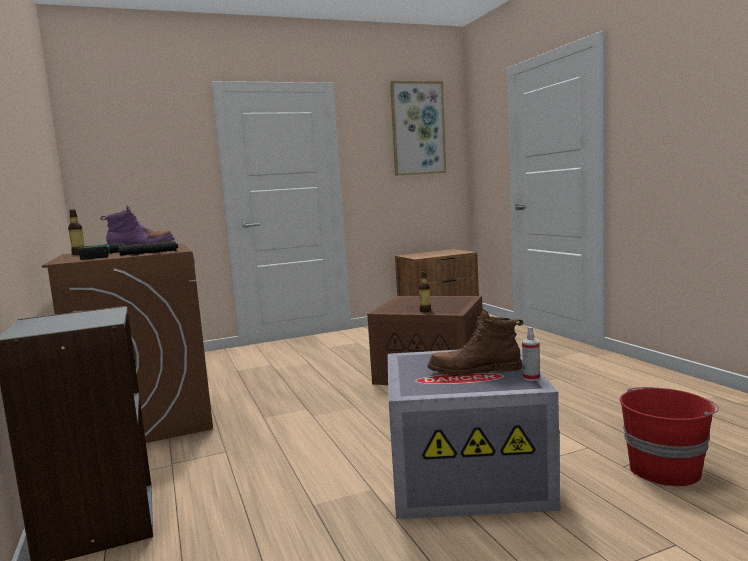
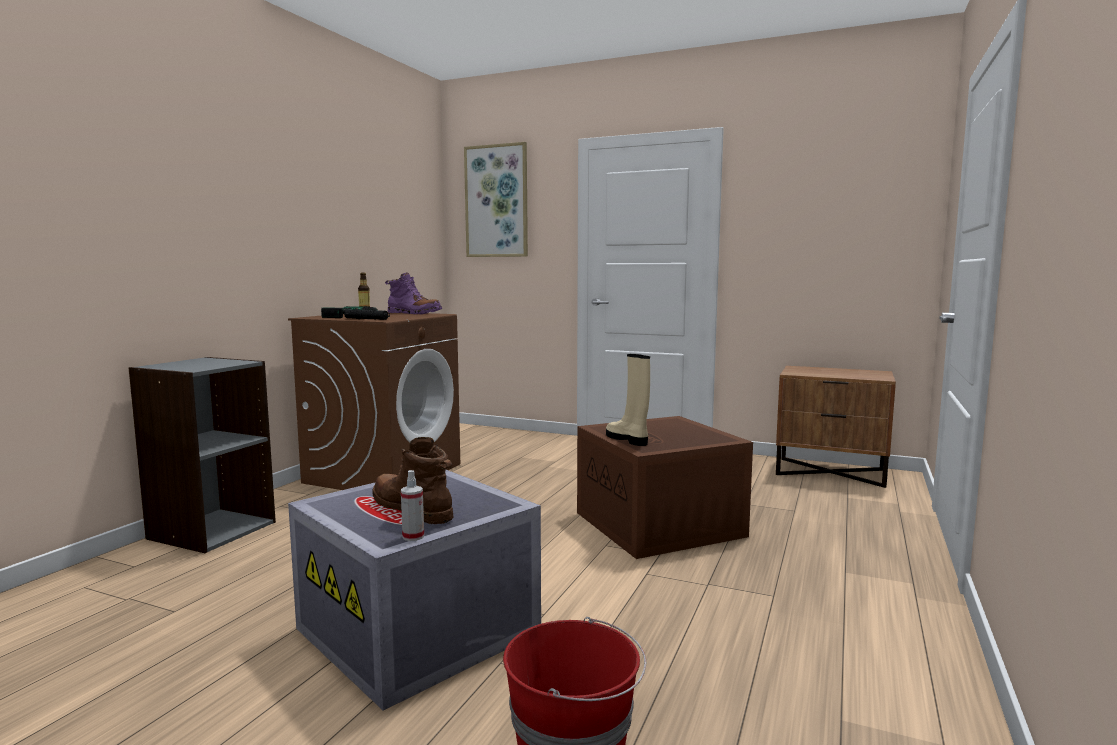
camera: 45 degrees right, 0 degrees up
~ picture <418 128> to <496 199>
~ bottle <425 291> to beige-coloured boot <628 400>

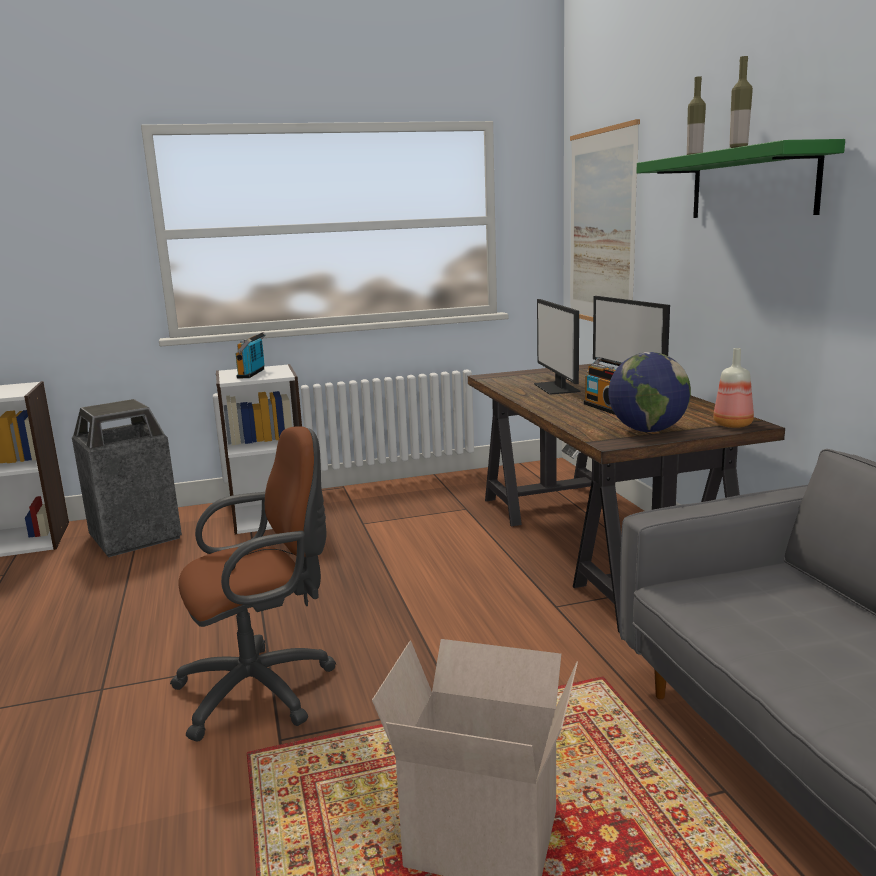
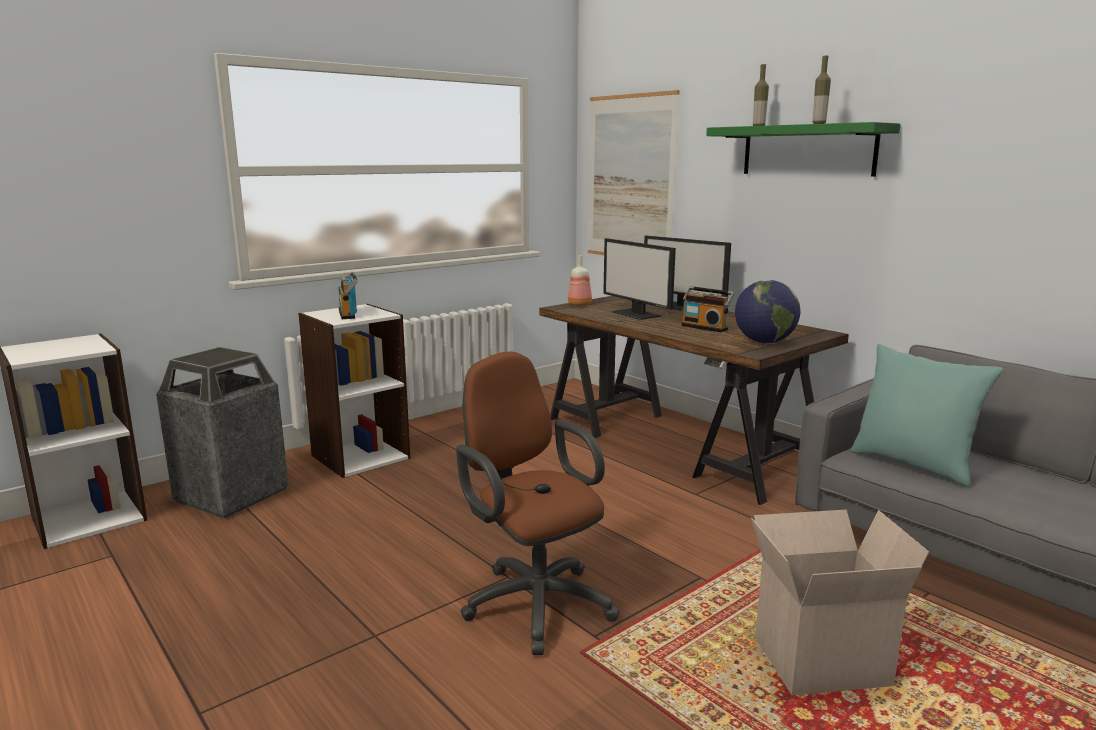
camera: 25 degrees left, 0 degrees up
~ brownish computer chair <253 584> = <538 503> 75 degrees counterclockwise
~ bottle <733 388> to <580 280>
+ blue-green throw pillow <926 416>

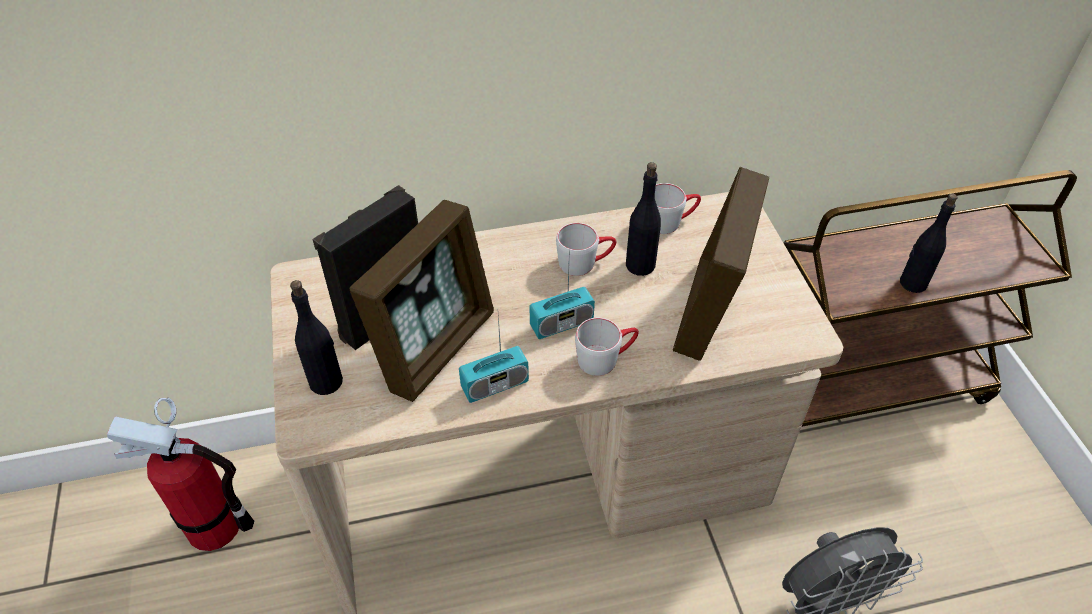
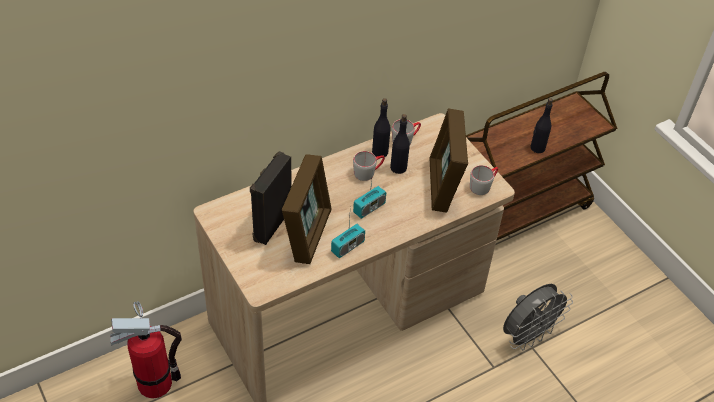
camera: 20 degrees left, 0 degrees up
~ black bottle <316 337> to <381 127>
~ grey mug <607 347> to <484 180>

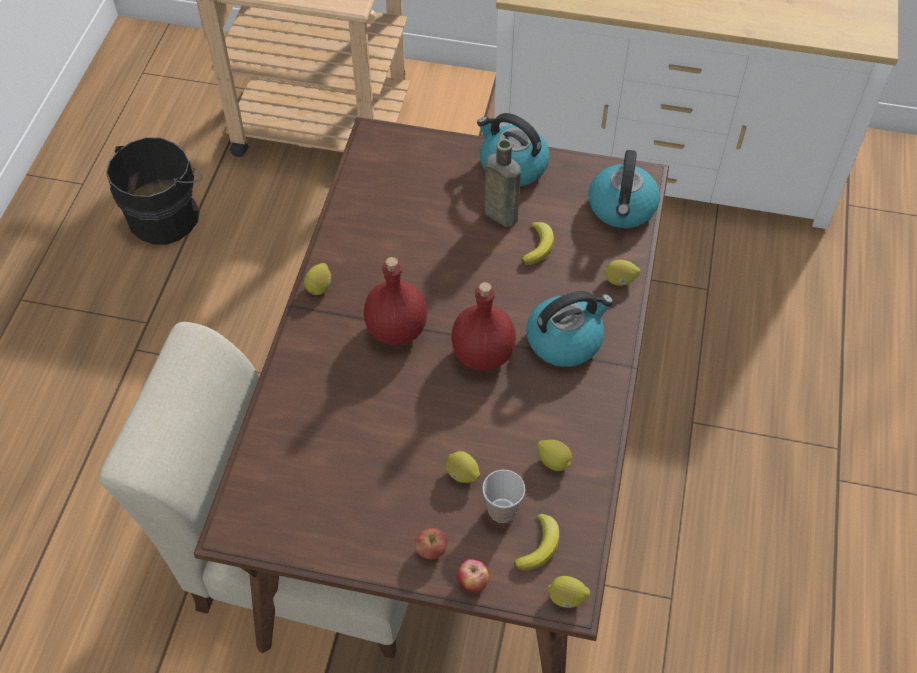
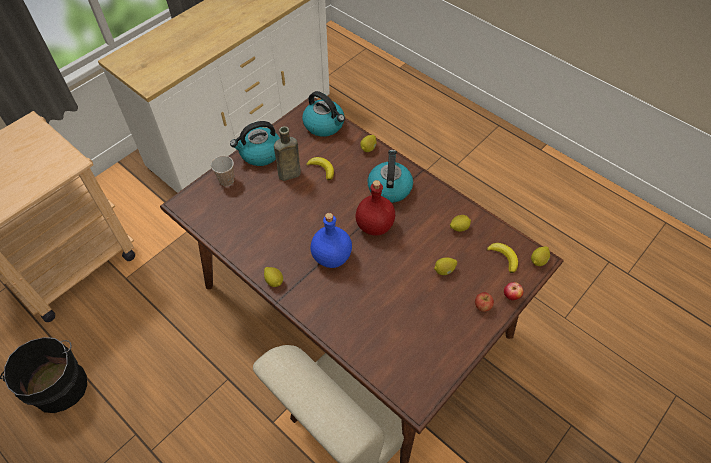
camera: 60 degrees left, 0 degrees up
~ small cup <503 496> to <222 171>
~ red bottle <395 301> to blue-coloured bottle <331 240>

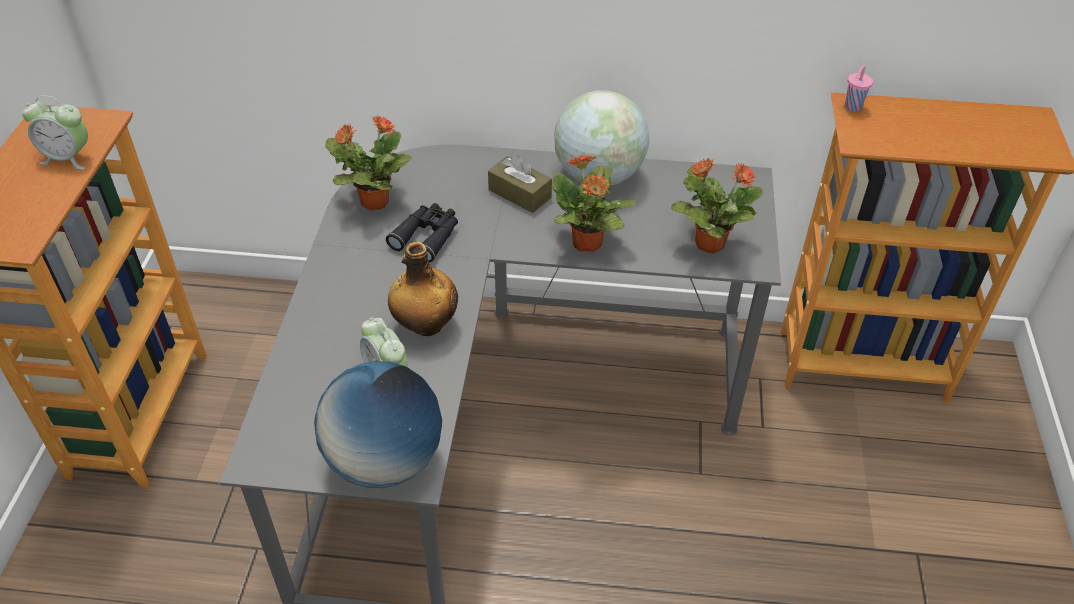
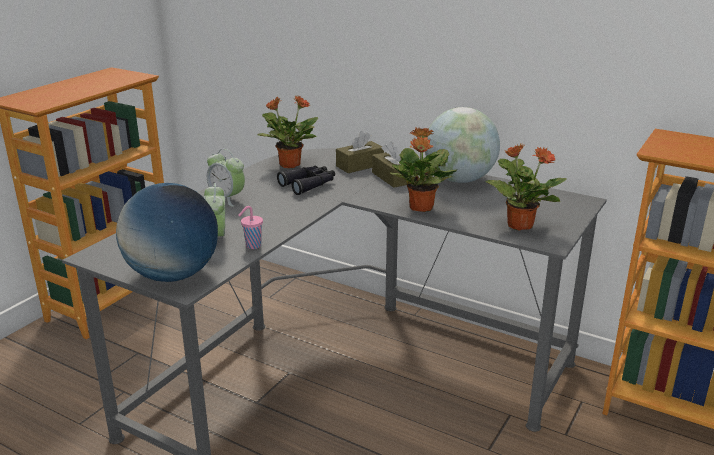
camera: 25 degrees right, 20 degrees down
~ alarm clock <55 132> to <226 178>
~ pink-coloured small cup <859 88> to <251 227>
+ brownish tissue holder <360 152>
- bottle <423 289>

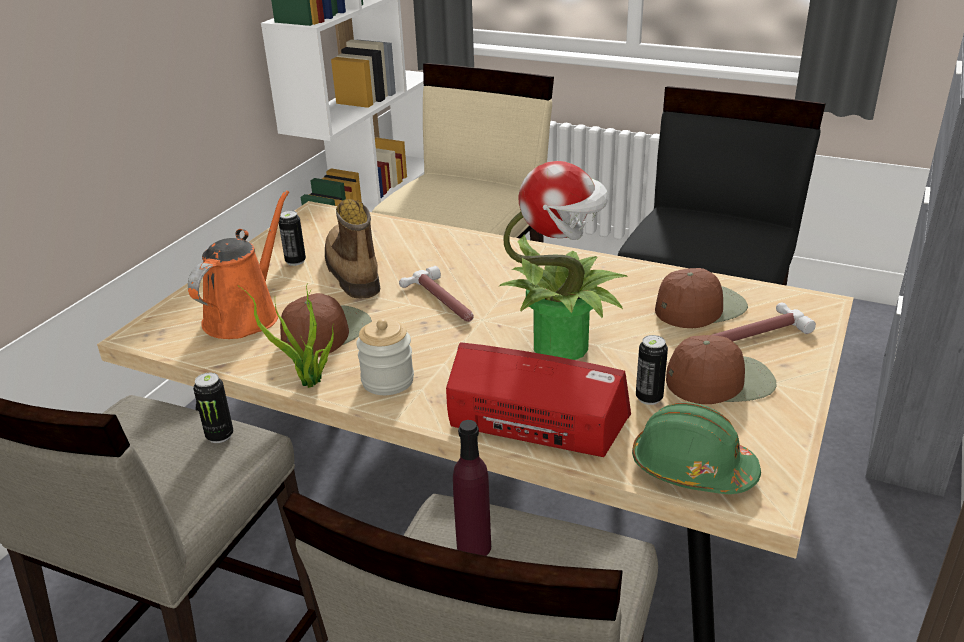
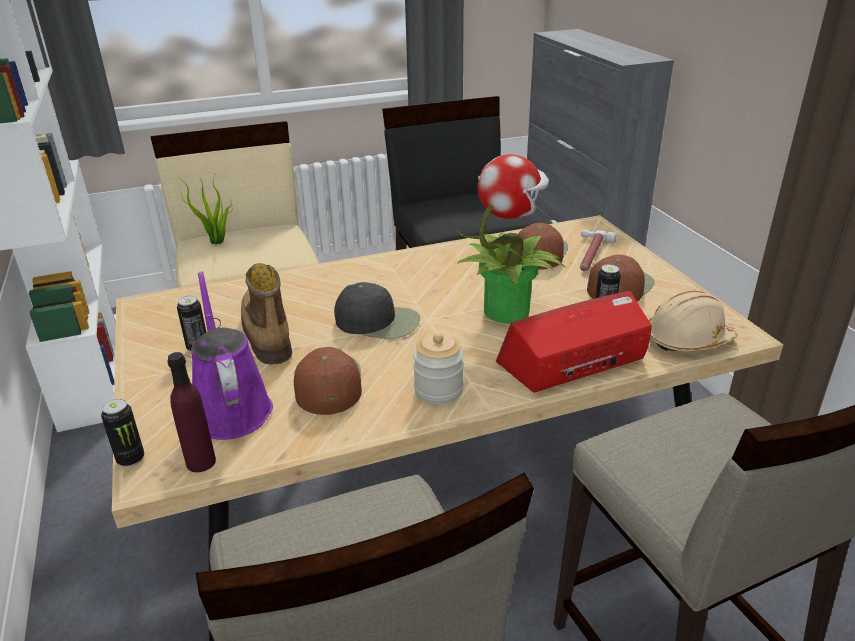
camera: 45 degrees left, 0 degrees up
~ metal can <213 408> to <122 433>
~ purplish bottle <472 488> to <191 412>
~ plant in a pot <286 336> to <205 210>
~ orange watering can <238 264> to purplish watering can <232 356>
~ boot <352 248> = <266 313> 45 degrees clockwise
~ hand hammer <436 294> to black cap <377 310>
~ greenish safety helmet <696 448> to beige-coloured safety helmet <693 320>

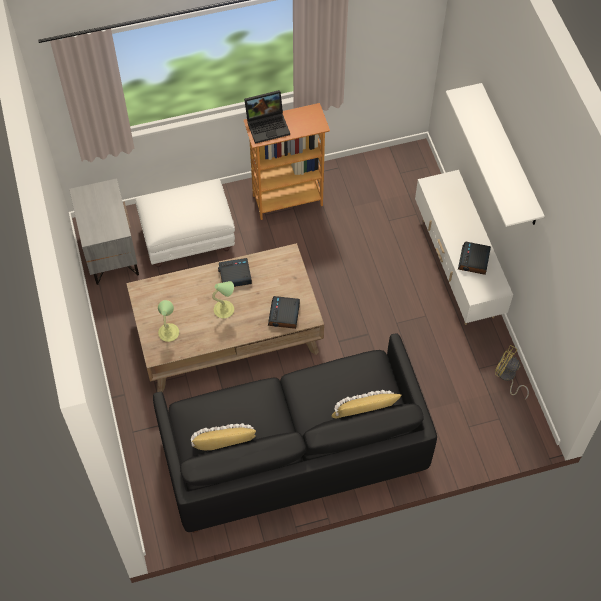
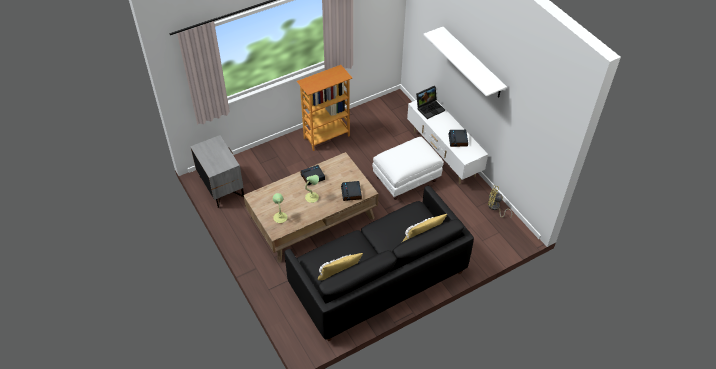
camera: 15 degrees left, 10 degrees down
~ whitish pouffe <185 223> to <408 168>
~ laptop <267 117> to <430 102>

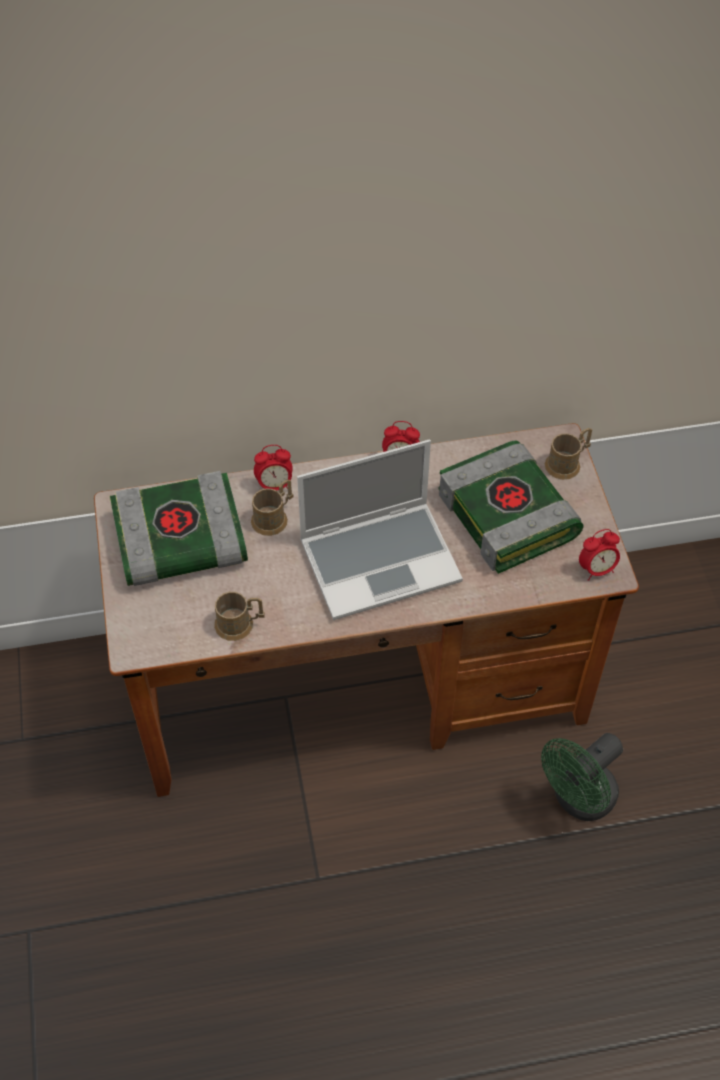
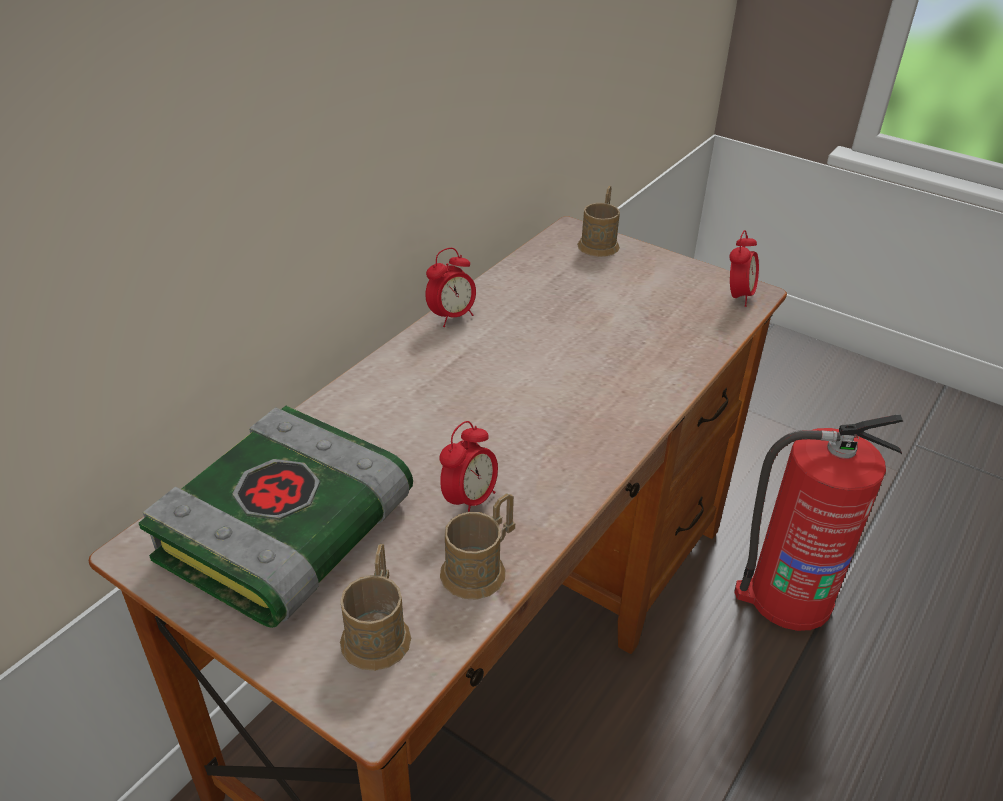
camera: 45 degrees left, 15 degrees down
~ brownish mug <272 508> to <375 607>
~ alarm clock <273 468> to <468 466>
~ greenish fan <582 777> to fire extinguisher <818 522>
- laptop <380 530>
- book <511 507>

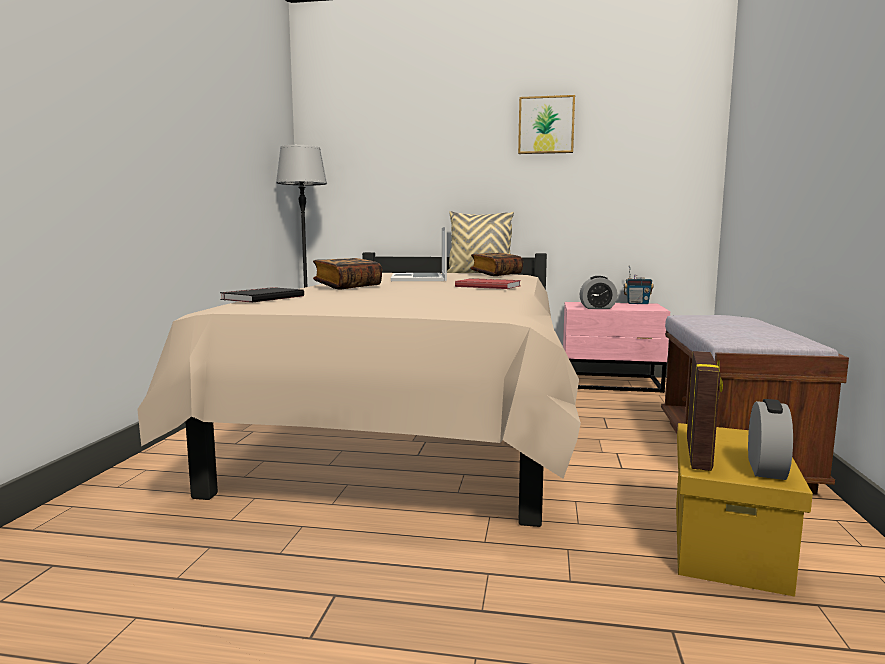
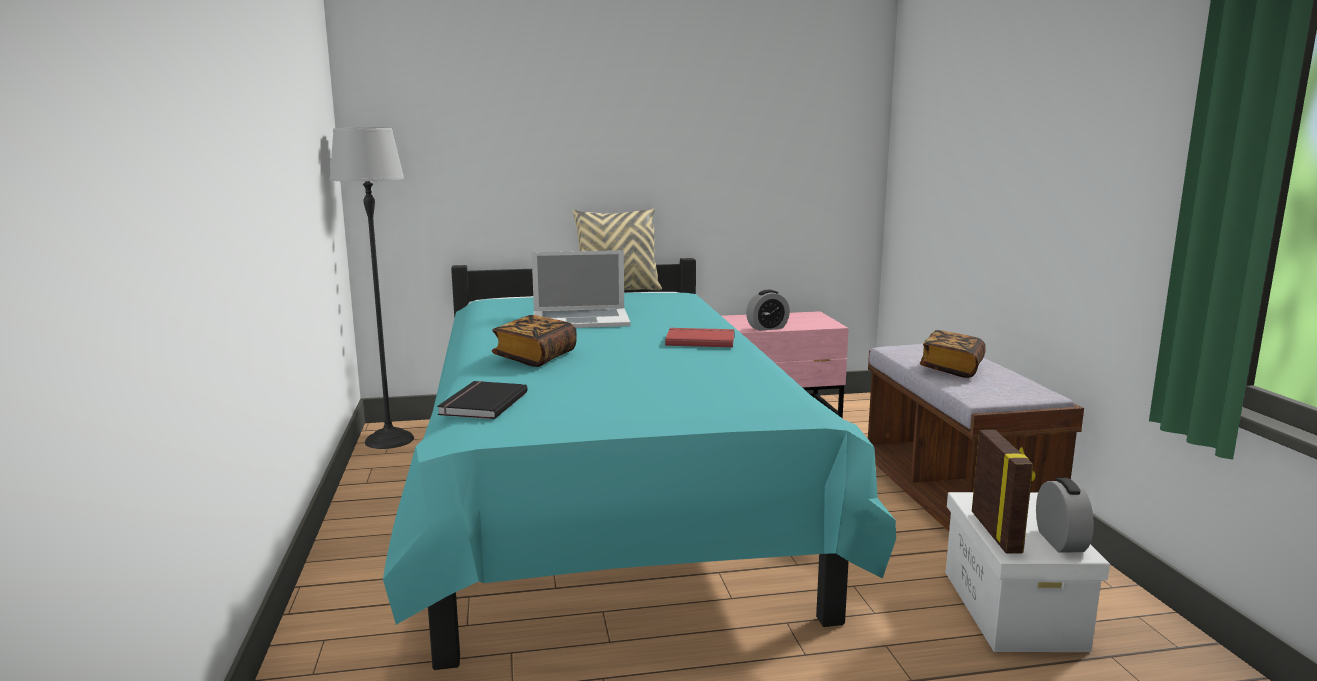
camera: 20 degrees left, 5 degrees up
~ beige-coloured sleeping bed <359 389> to blue-green sleeping bed <639 464>
~ laptop <419 254> = <581 289> 75 degrees counterclockwise
~ book <496 264> to <952 354>
~ yellowish storage bin <744 510> to whitish storage bin <1028 572>
- picture <546 124>
- radio set <639 284>

